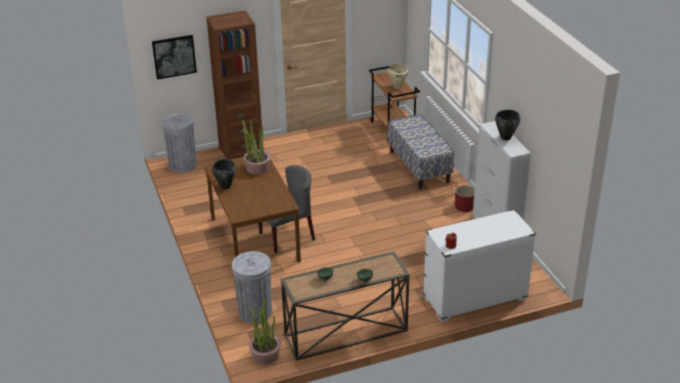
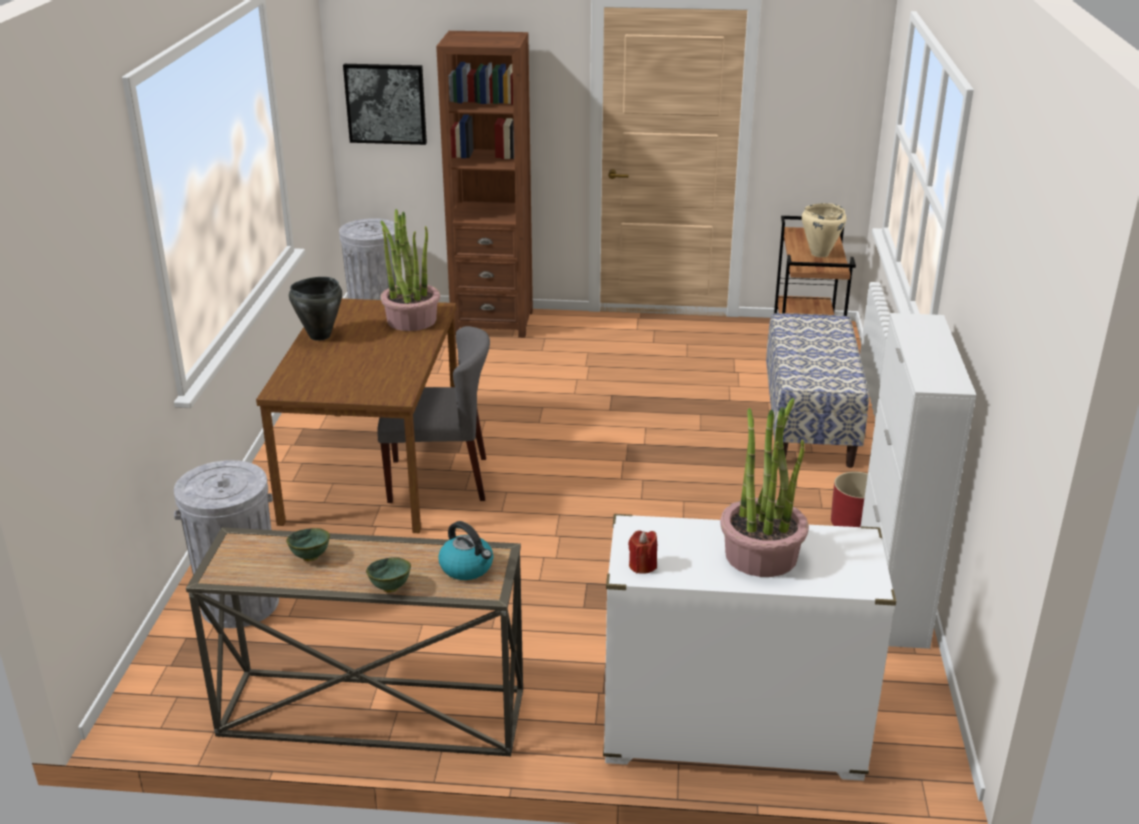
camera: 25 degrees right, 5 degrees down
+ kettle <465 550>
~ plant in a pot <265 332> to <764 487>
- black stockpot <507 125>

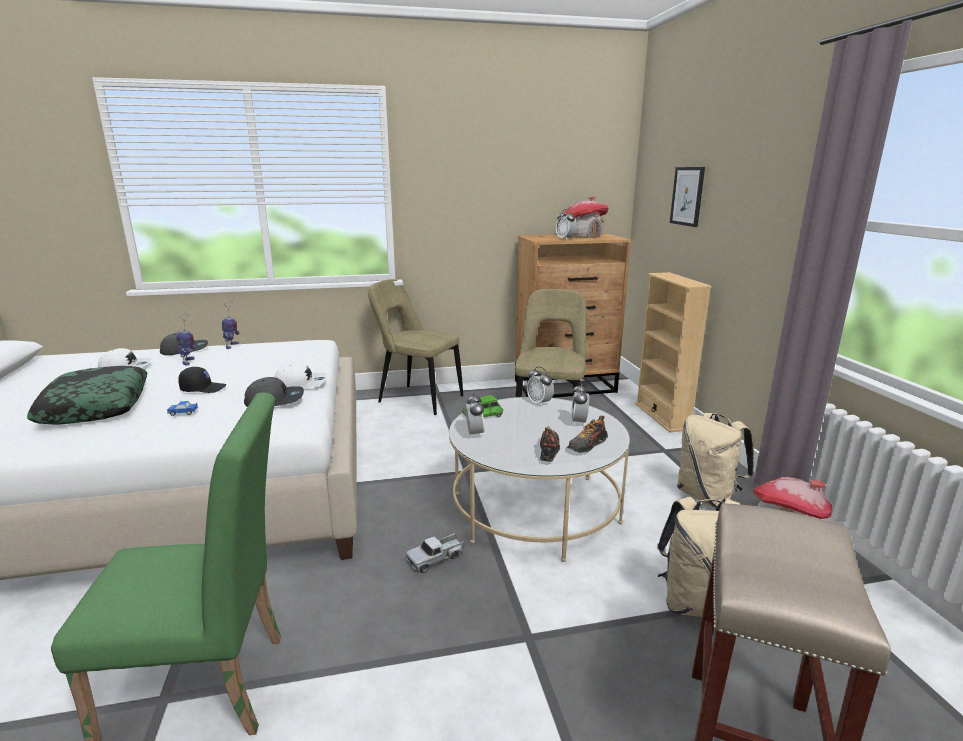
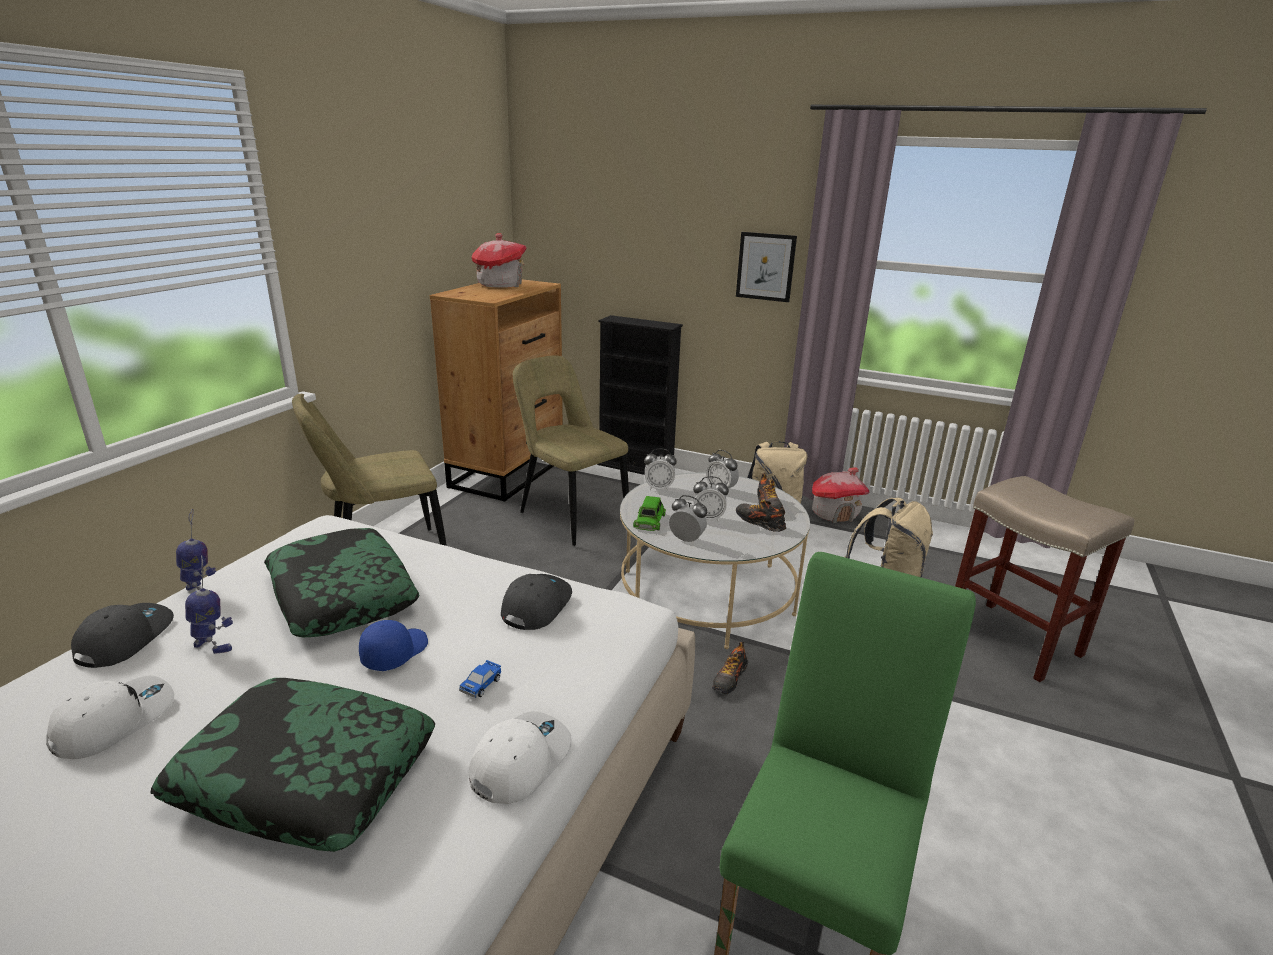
camera: 55 degrees left, 5 degrees up
+ throw pillow <341 582>
~ black cap <202 380> to blue-coloured cap <393 645>
~ whitish cap <301 375> to <520 757>
~ beige-coloured bookcase <673 352> to black bookcase <640 395>
~ alarm clock <566 224> to <711 499>
~ model truck <435 553> to shoe <730 668>
~ picture <687 197> to <766 267>

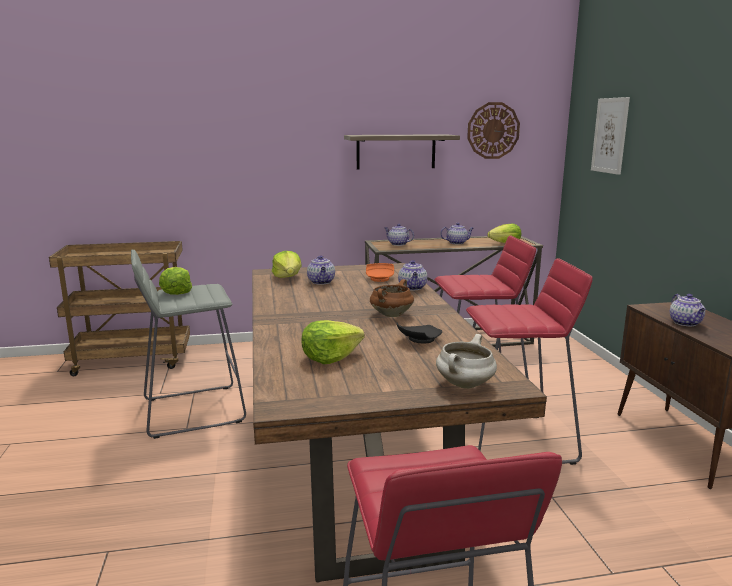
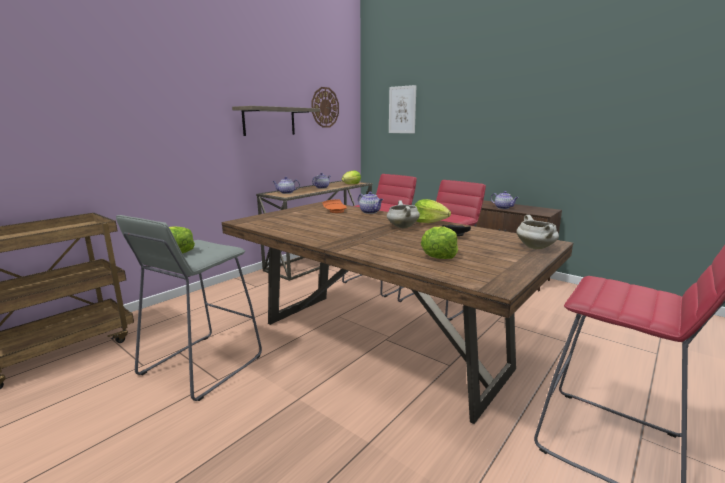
camera: 40 degrees left, 0 degrees up
~ brownish stockpot <392 298> to whitish stockpot <403 214>
~ lettuce <287 264> to <432 211>
- pot for tea <321 270>

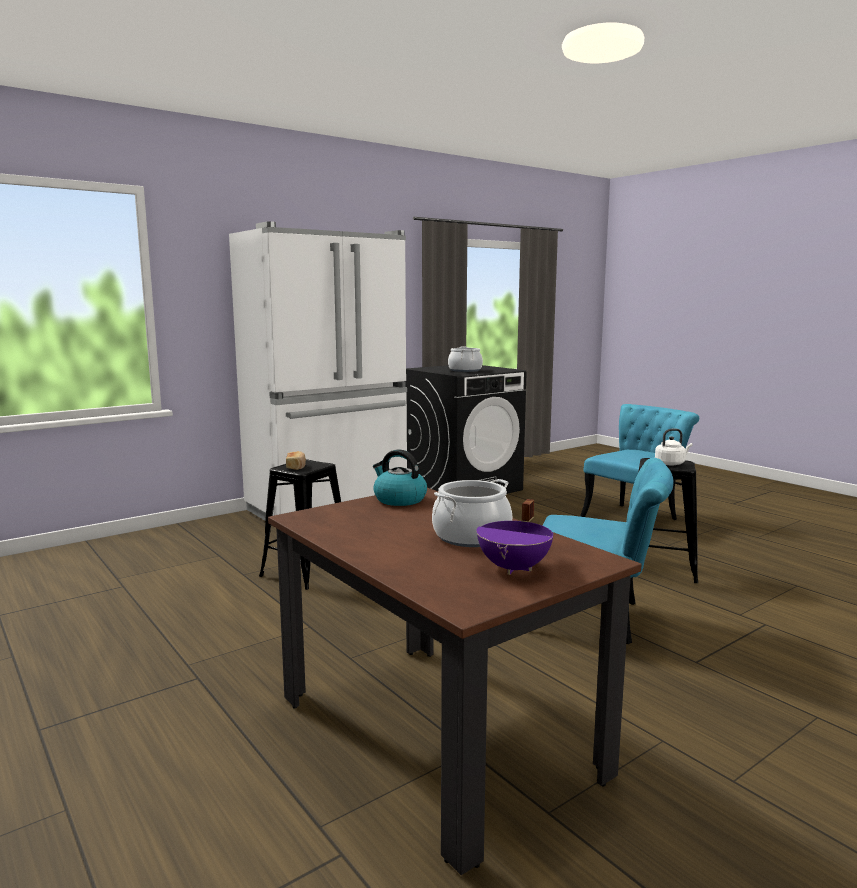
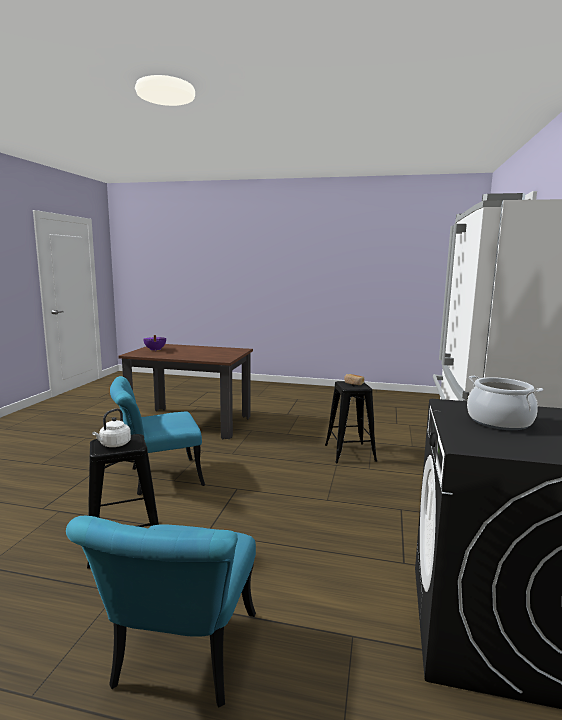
camera: 140 degrees right, 0 degrees up
- kettle <400 477>
- stockpot <472 513>

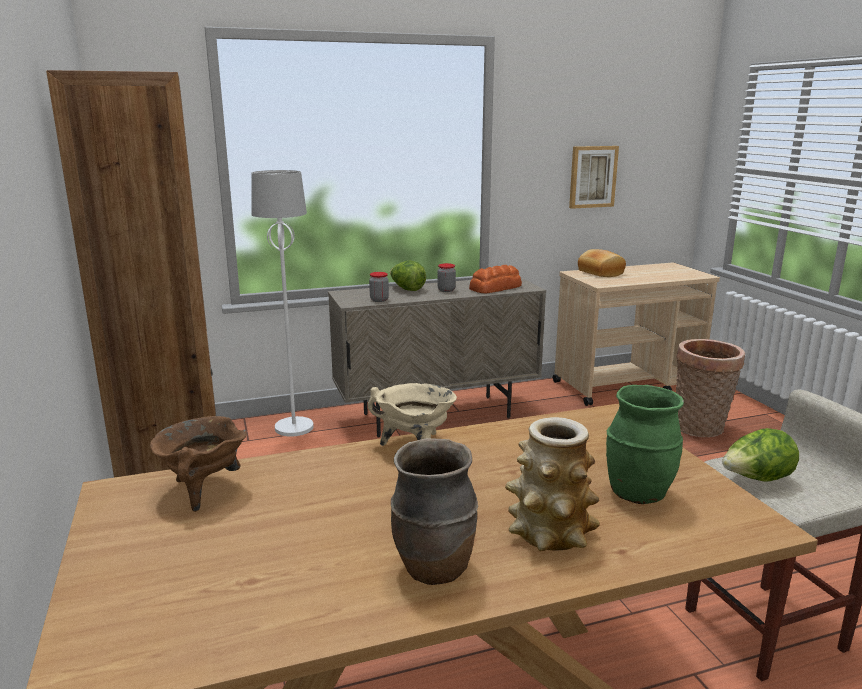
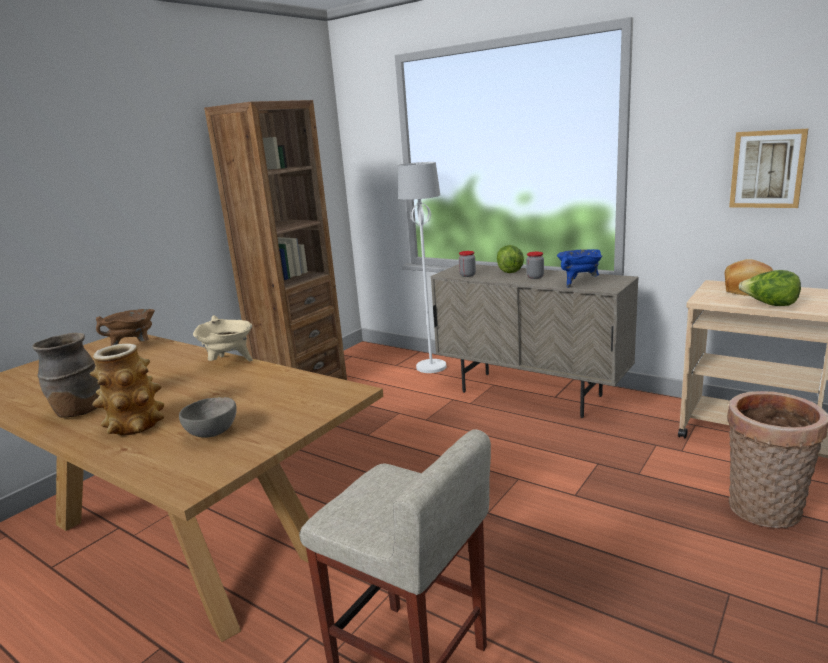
camera: 55 degrees right, 0 degrees up
~ greenish decorative vase <645 444> to grey deep dish <208 417>
~ baked bread <495 279> to blue-coloured stockpot <580 268>
~ lettuce <760 455> to <770 288>

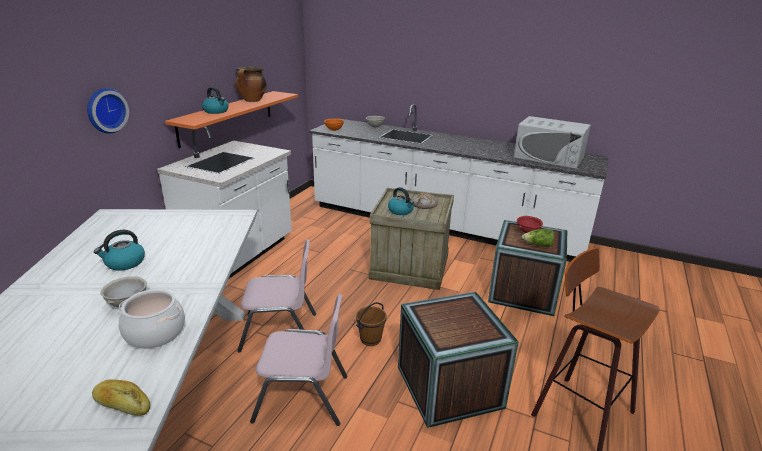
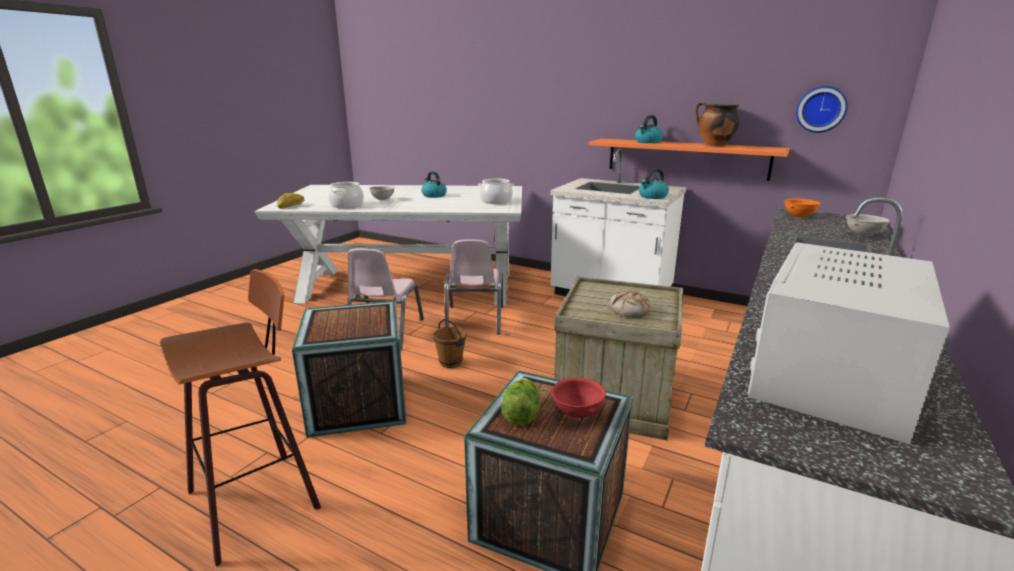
camera: 95 degrees right, 5 degrees down
+ stockpot <496 191>
~ kettle <401 201> to <654 184>
~ wall clock <108 111> to <822 109>

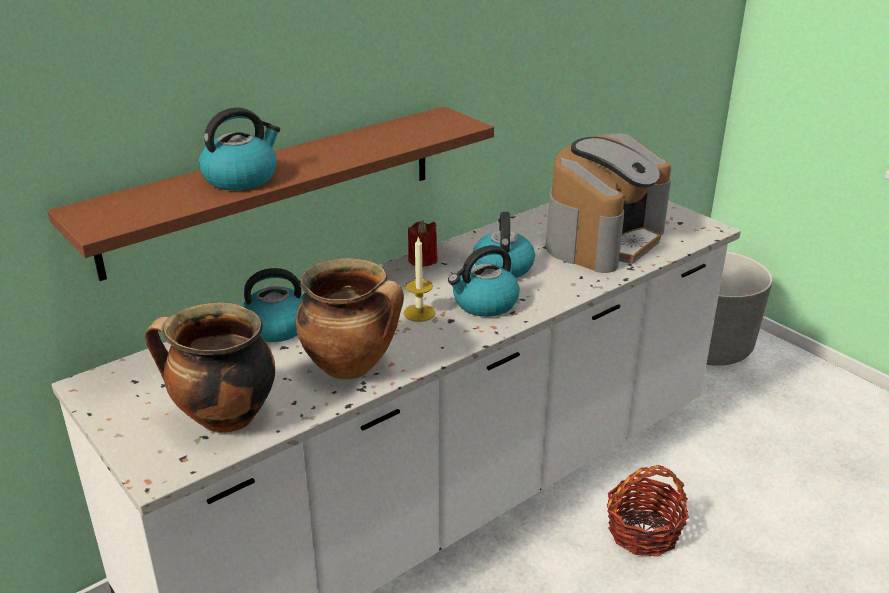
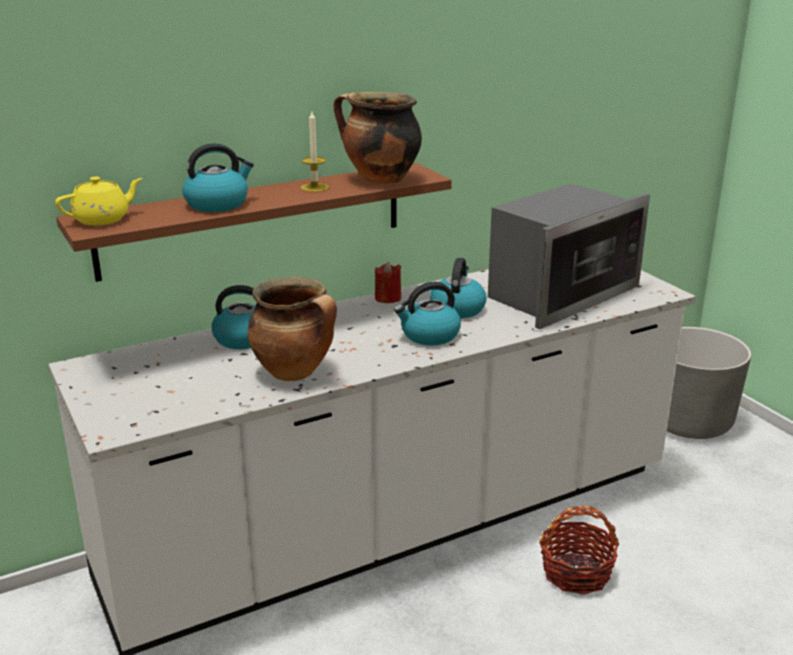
camera: 10 degrees right, 5 degrees down
+ yellowish pot for tea <98 201>
~ wax light <420 279> to <315 151>
~ stockpot <210 368> to <377 138>
~ coffee maker <608 203> to kitchen microwave <569 256>

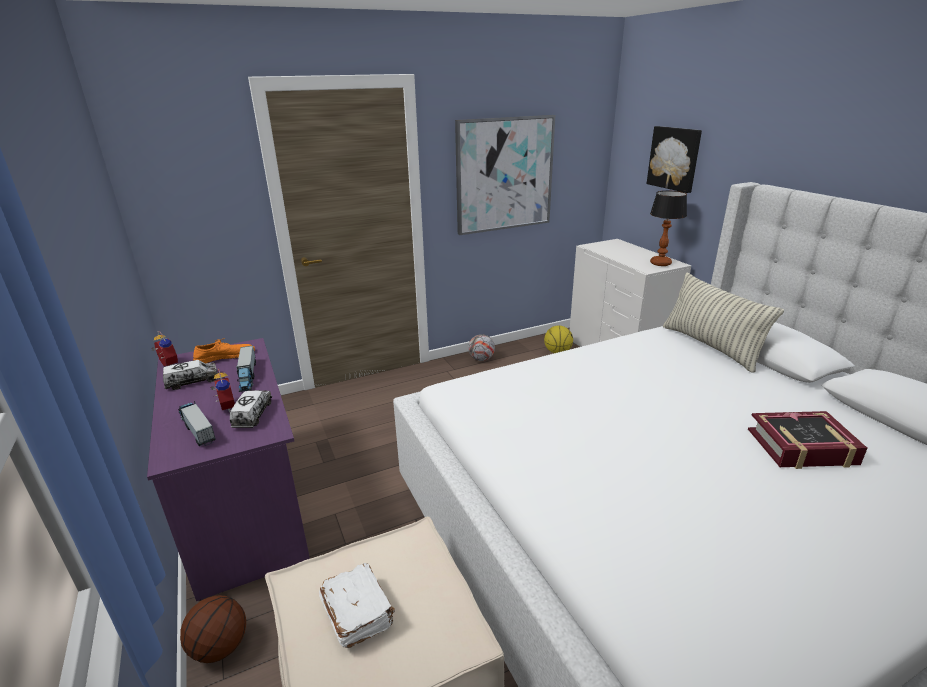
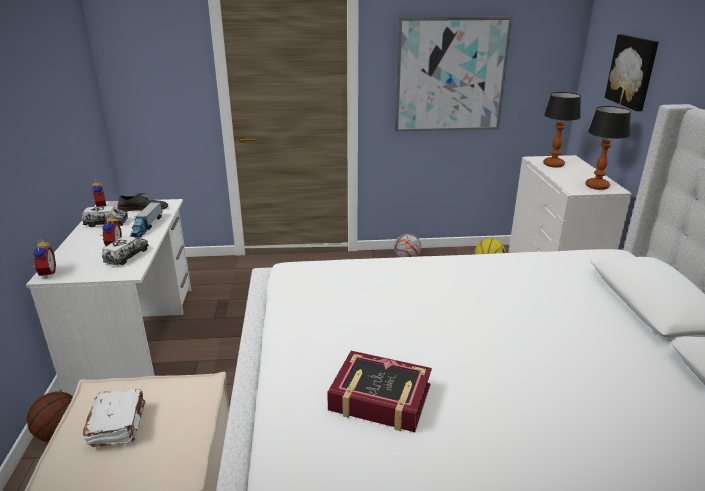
camera: 20 degrees right, 0 degrees up
~ purplish desk unit <228 469> to whitish desk unit <108 297>
+ alarm clock <44 258>
~ orange shoe <224 350> to grey shoe <143 202>
~ book <808 440> to <379 391>
+ lamp for a table <562 130>
- model truck <197 423>
- throw pillow <723 323>

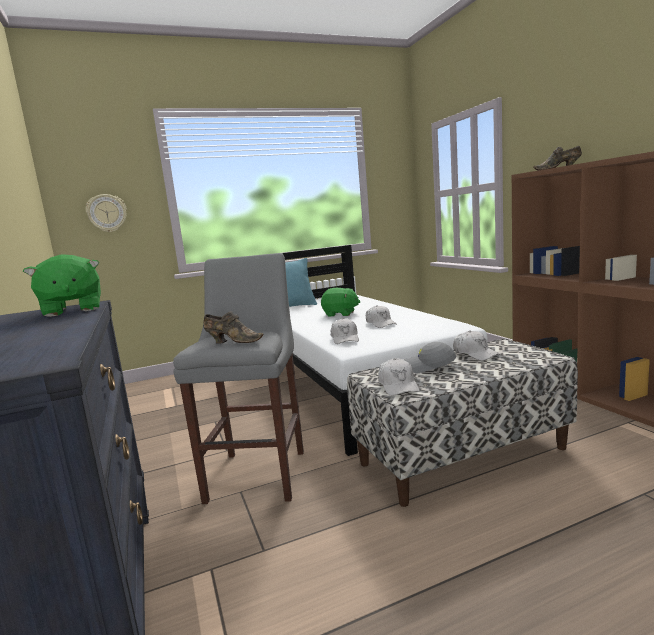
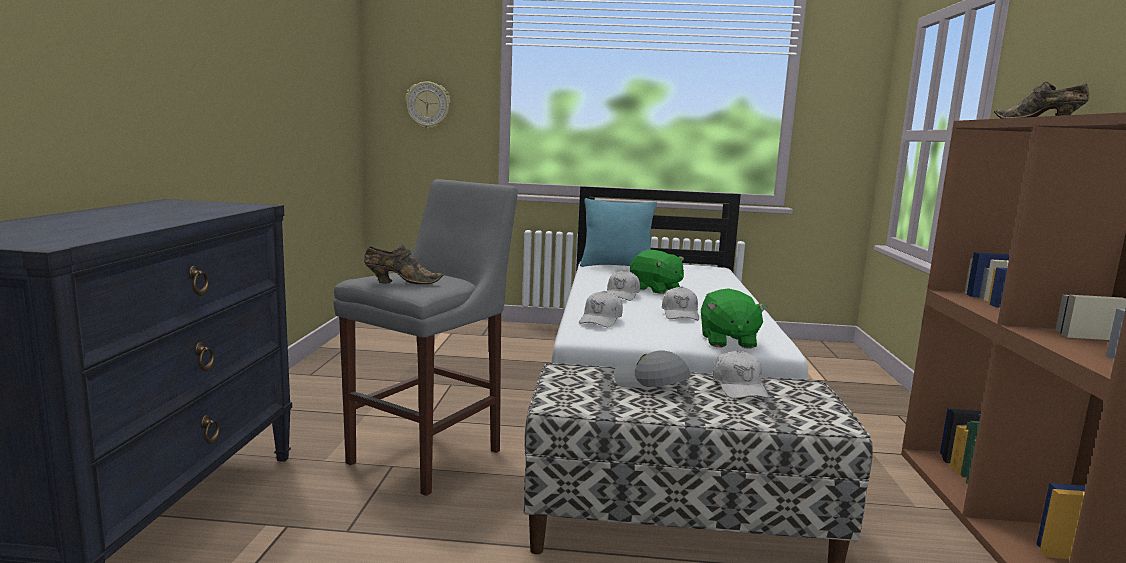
camera: 25 degrees right, 0 degrees up
~ brownish shoe <233 327> = <403 264> 45 degrees counterclockwise
~ whitish cap <399 377> to <623 285>
~ greenish cuddly toy <62 285> to <734 318>

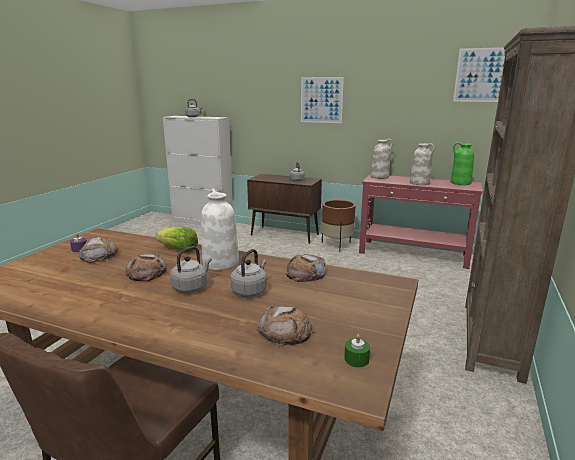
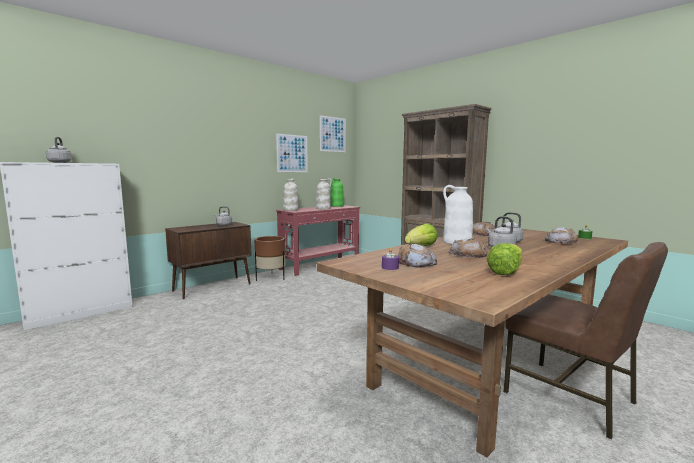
camera: 65 degrees left, 10 degrees down
~ picture <322 100> to <292 153>
+ lettuce <504 259>

